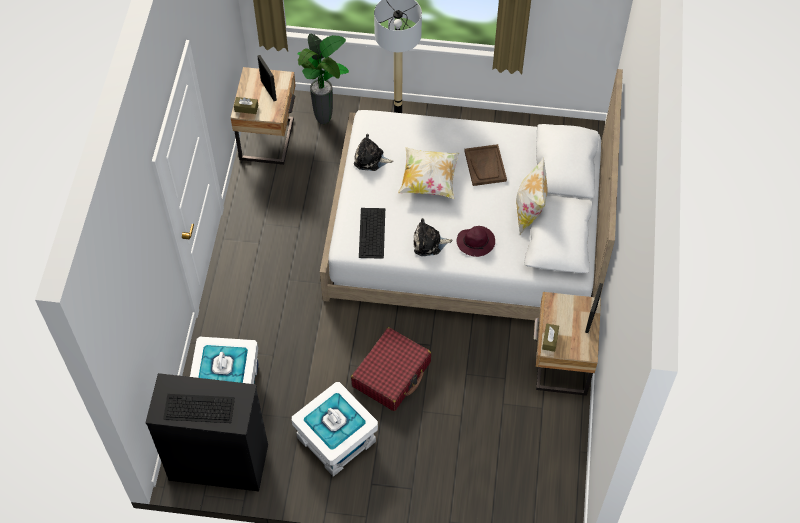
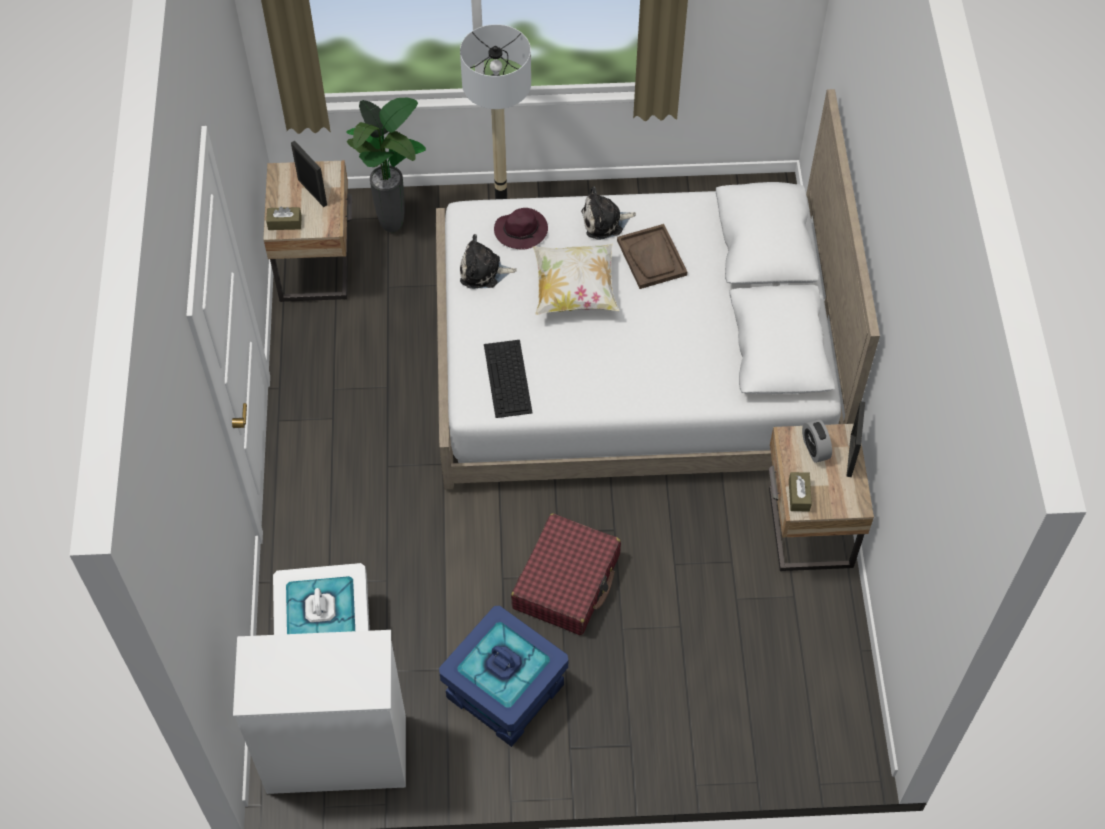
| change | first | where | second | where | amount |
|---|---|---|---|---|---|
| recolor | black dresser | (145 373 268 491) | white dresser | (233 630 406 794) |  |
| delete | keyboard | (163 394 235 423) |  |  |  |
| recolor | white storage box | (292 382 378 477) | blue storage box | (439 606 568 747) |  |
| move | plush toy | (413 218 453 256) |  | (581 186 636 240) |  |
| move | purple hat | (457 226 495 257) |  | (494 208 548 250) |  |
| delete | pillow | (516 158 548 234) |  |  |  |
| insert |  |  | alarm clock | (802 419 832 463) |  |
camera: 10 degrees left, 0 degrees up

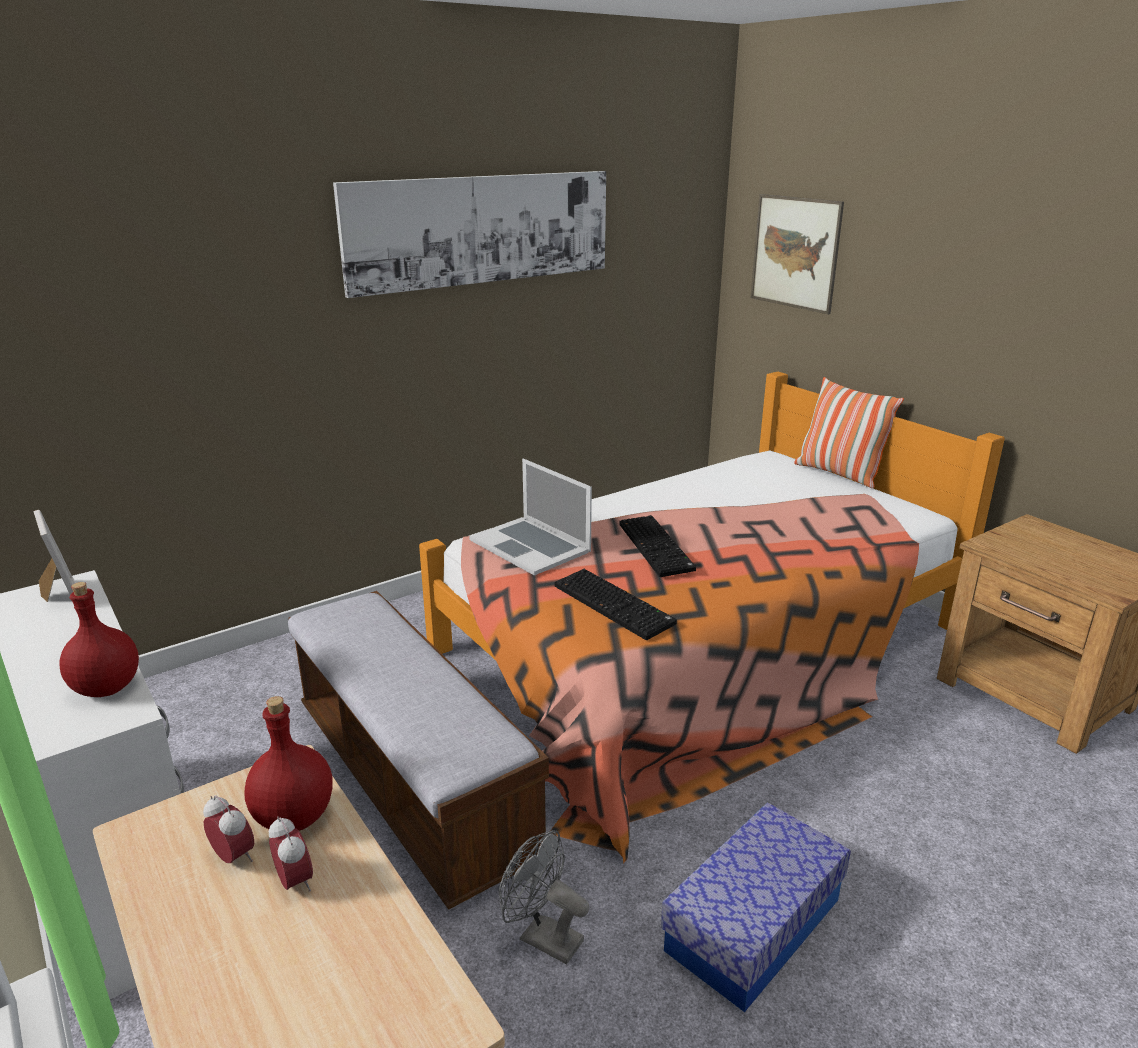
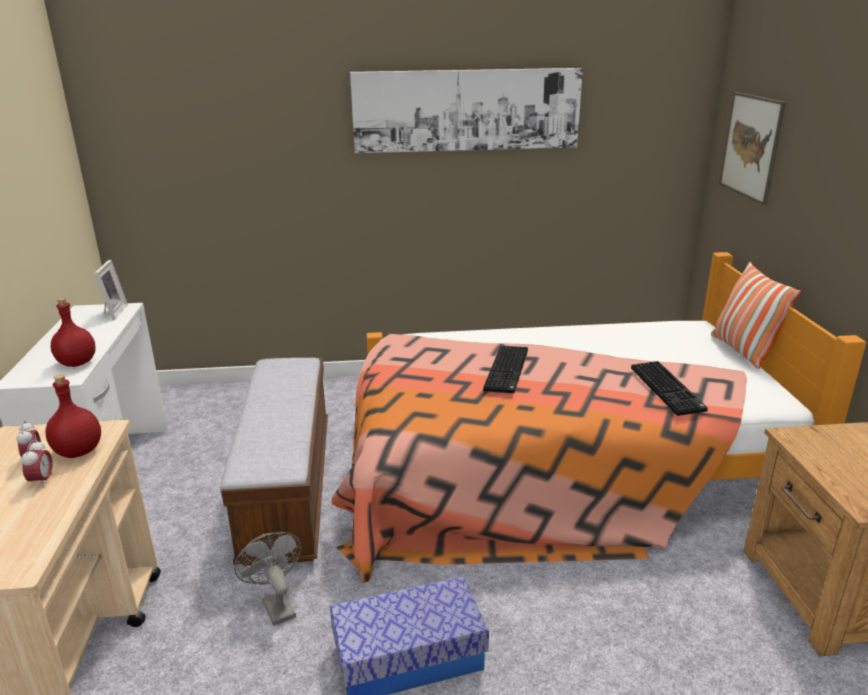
| change | first | where | second | where | amount |
|---|---|---|---|---|---|
| delete | laptop | (469 458 592 576) |  |  |  |
| move | keyboard | (554 569 677 640) |  | (631 361 708 416) |  |
camera: 30 degrees right, 0 degrees up

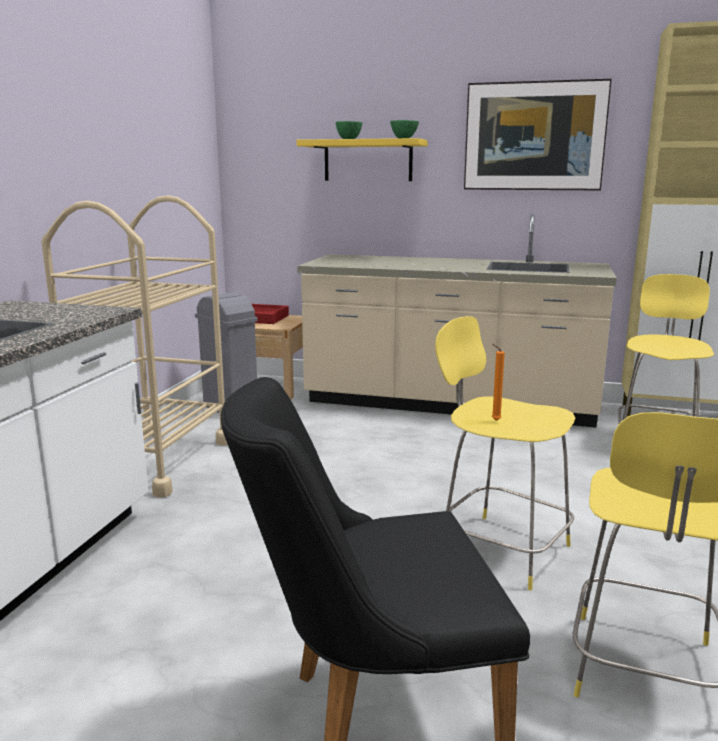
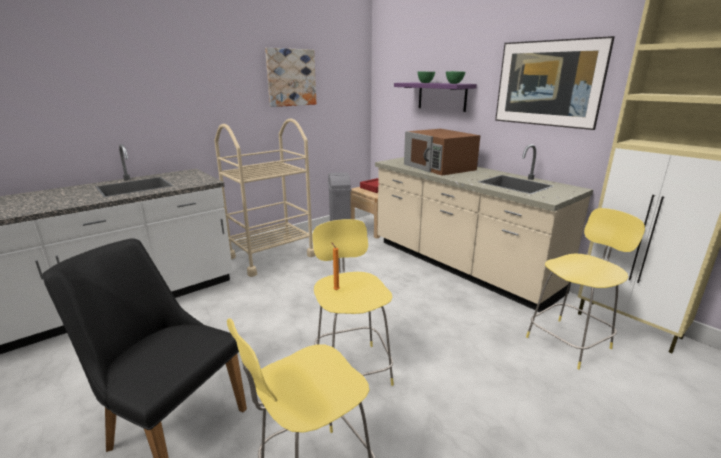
| change | first | where | second | where | amount |
|---|---|---|---|---|---|
| recolor | yellow shelf | (296 138 428 181) | purple shelf | (394 83 477 112) |  |
| insert |  |  | picture | (265 48 316 107) |  |
| insert |  |  | brown microwave | (404 129 481 176) |  |
camera: 35 degrees right, 5 degrees up

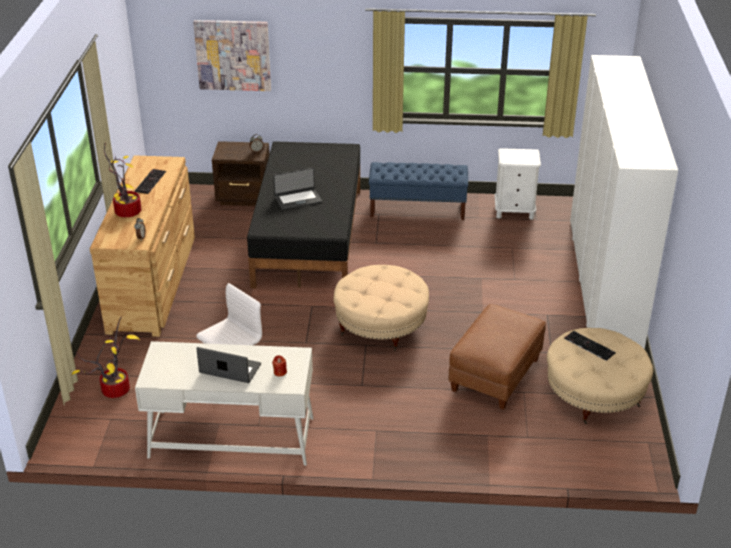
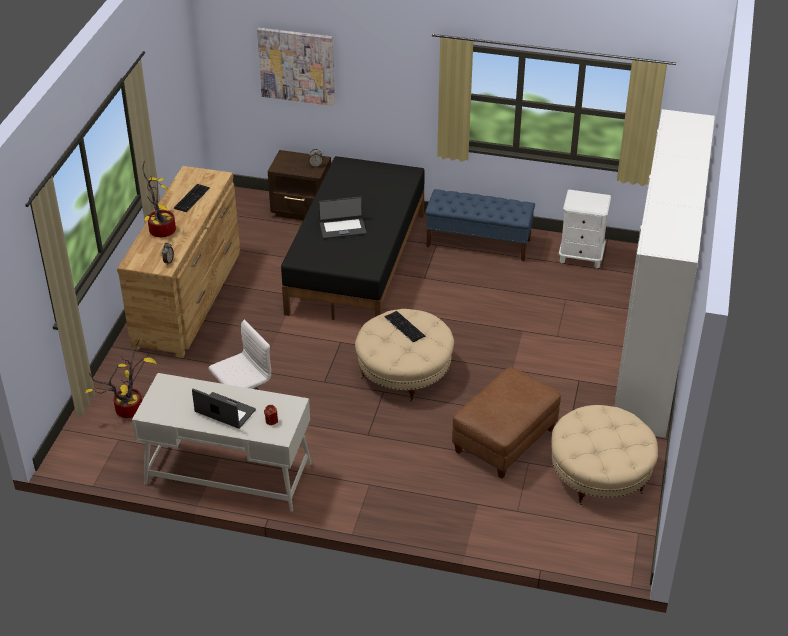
| change | first | where | second | where | amount |
|---|---|---|---|---|---|
| move | keyboard | (564 331 616 361) |  | (385 311 425 342) |  |
camera: 10 degrees right, 5 degrees up

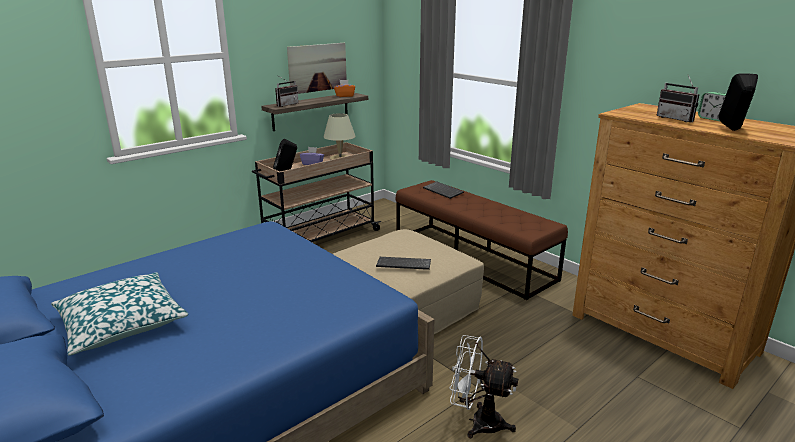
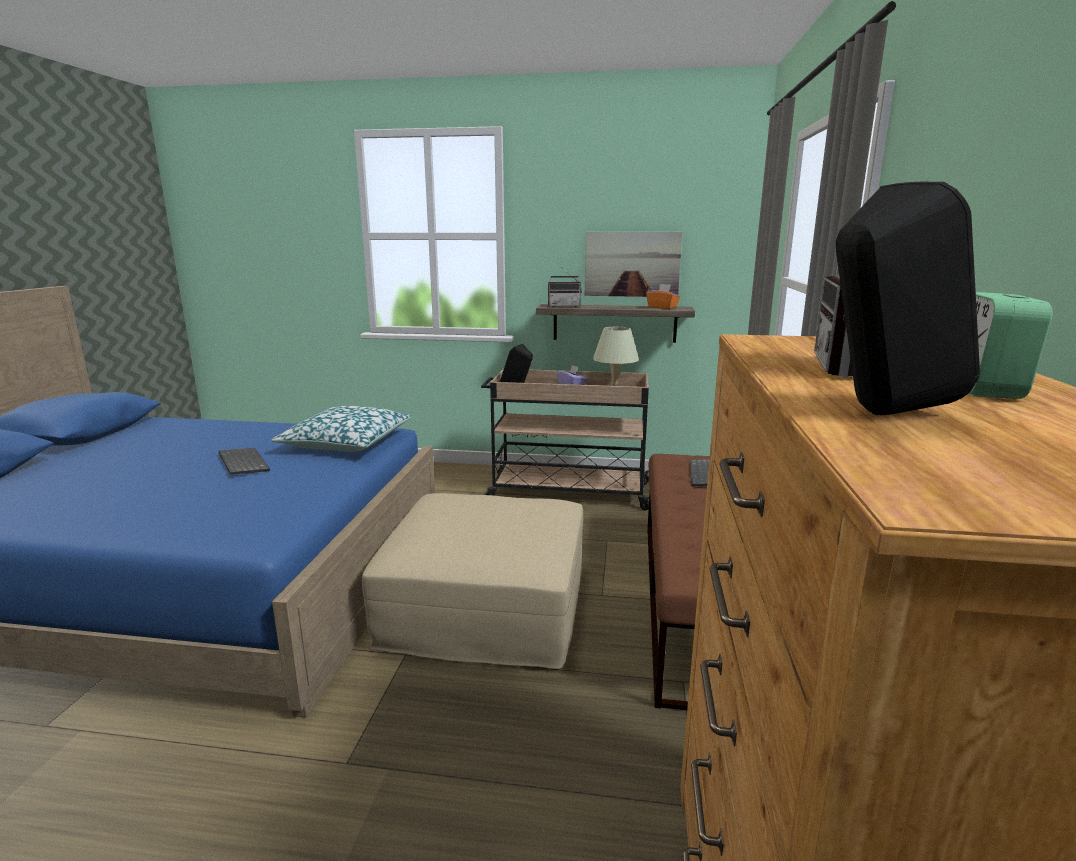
| change | first | where | second | where | amount |
|---|---|---|---|---|---|
| move | pillow | (51 272 188 355) |  | (271 406 412 452) |  |
| move | keyboard | (376 257 431 270) |  | (218 448 270 475) |  |
| delete | white fan | (449 335 518 438) |  |  |  |
camera: 50 degrees right, 5 degrees down

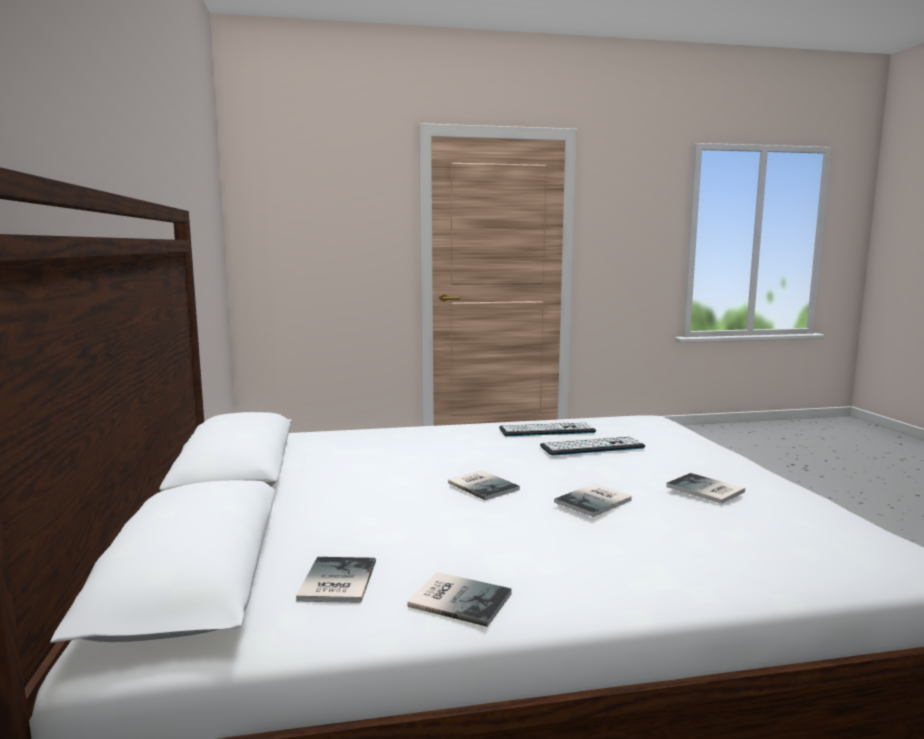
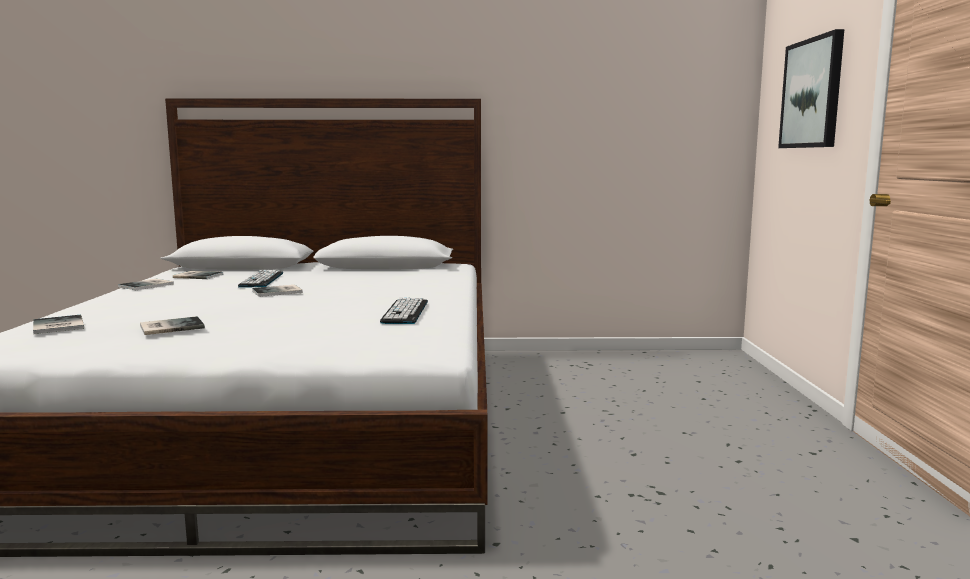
| change | first | where | second | where | amount |
|---|---|---|---|---|---|
| move | keyboard | (540 437 645 456) |  | (238 270 283 287) |  |
| move | book | (554 484 632 517) |  | (33 315 84 334) |  |
| insert |  |  | picture | (778 29 844 148) |  |
camera: 100 degrees right, 0 degrees up

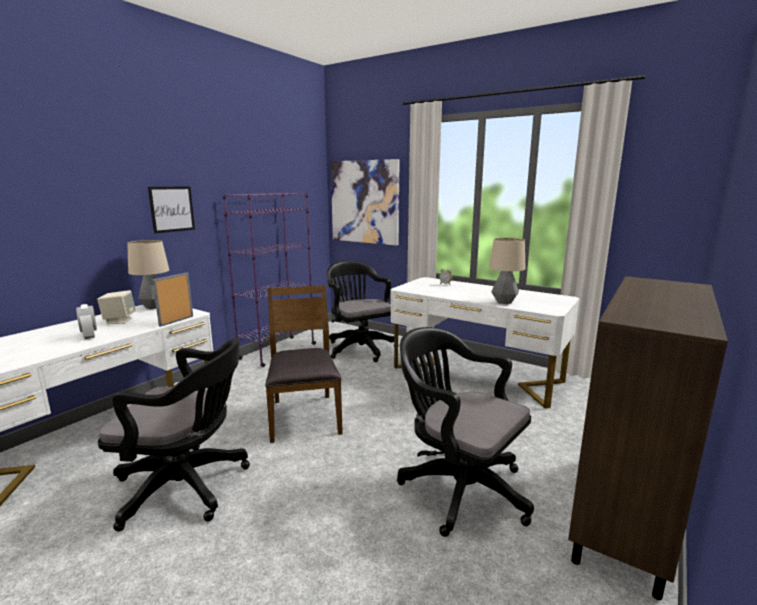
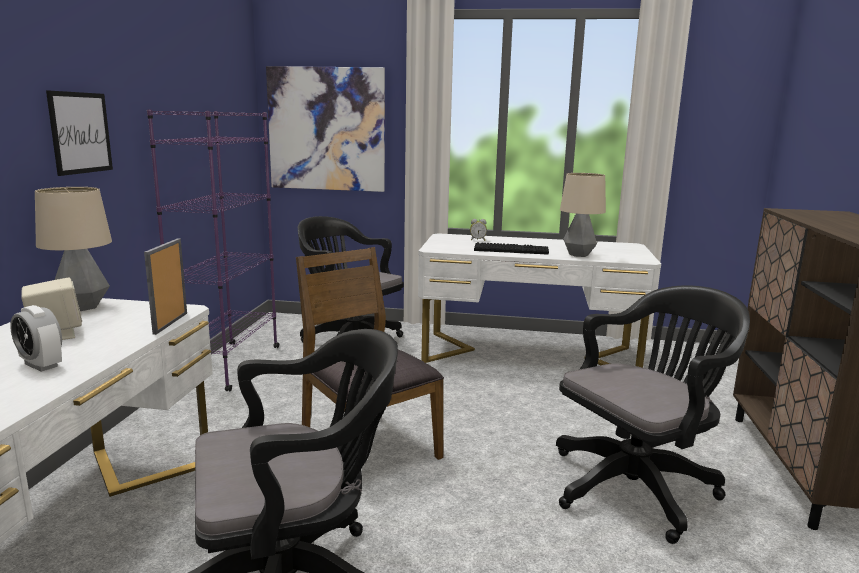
| change | first | where | second | where | amount |
|---|---|---|---|---|---|
| rotate | black office chair | (397 327 534 537) |  | (556 285 750 544) | 135 degrees clockwise |
| insert |  |  | keyboard | (474 242 549 255) |  |
camera: 25 degrees left, 0 degrees up

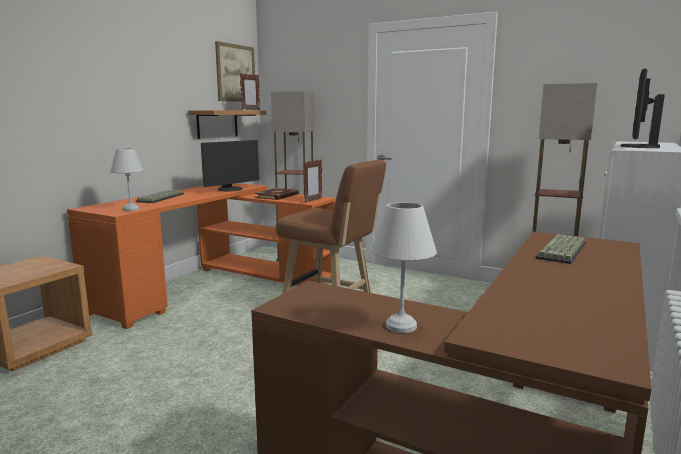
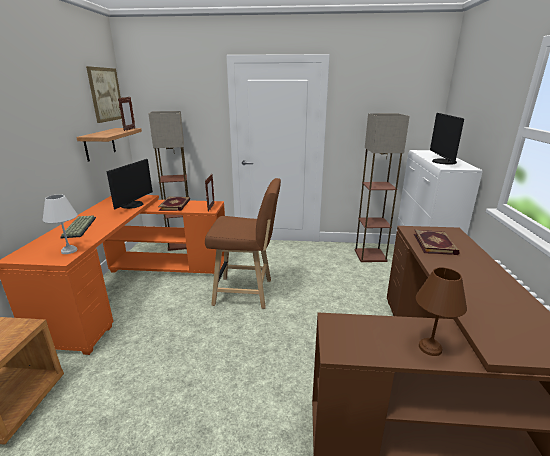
| change | first | where | second | where | amount |
|---|---|---|---|---|---|
| recolor | white table lamp | (371 202 437 333) | brown table lamp | (416 267 467 356) |  |
| replace | keyboard | (536 234 586 264) | book | (414 230 460 255) |  |
camera: 25 degrees left, 10 degrees up

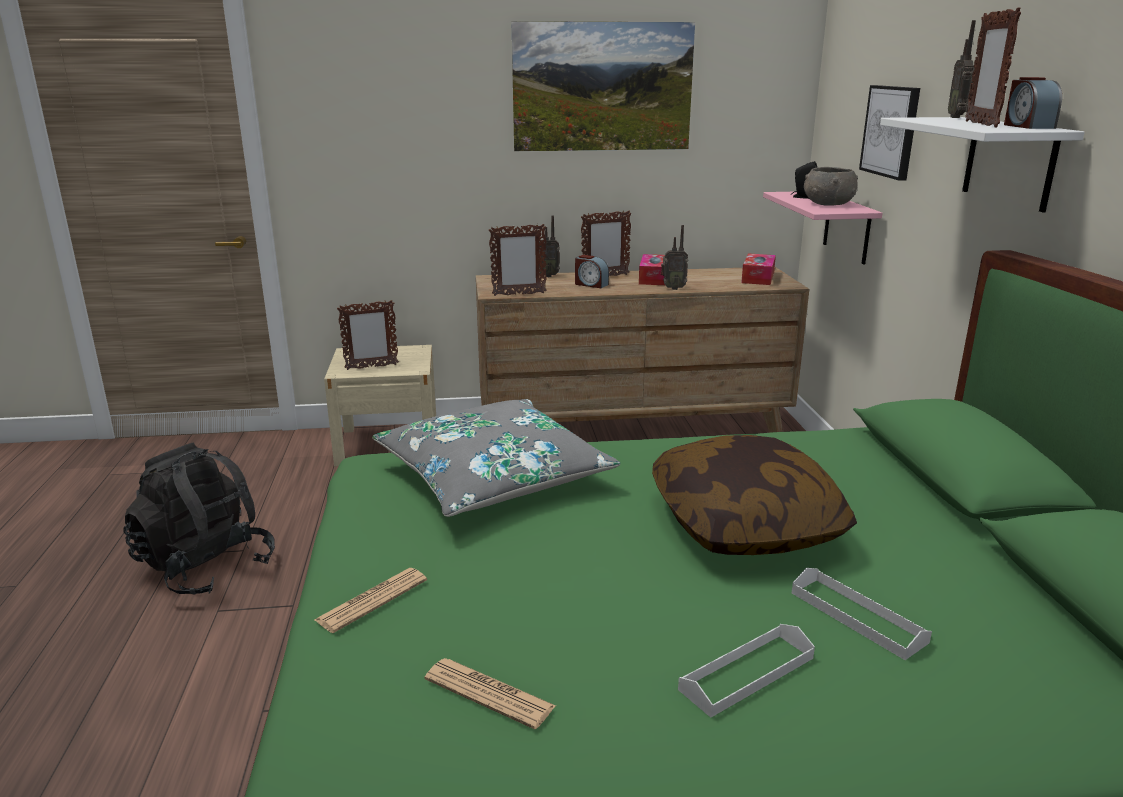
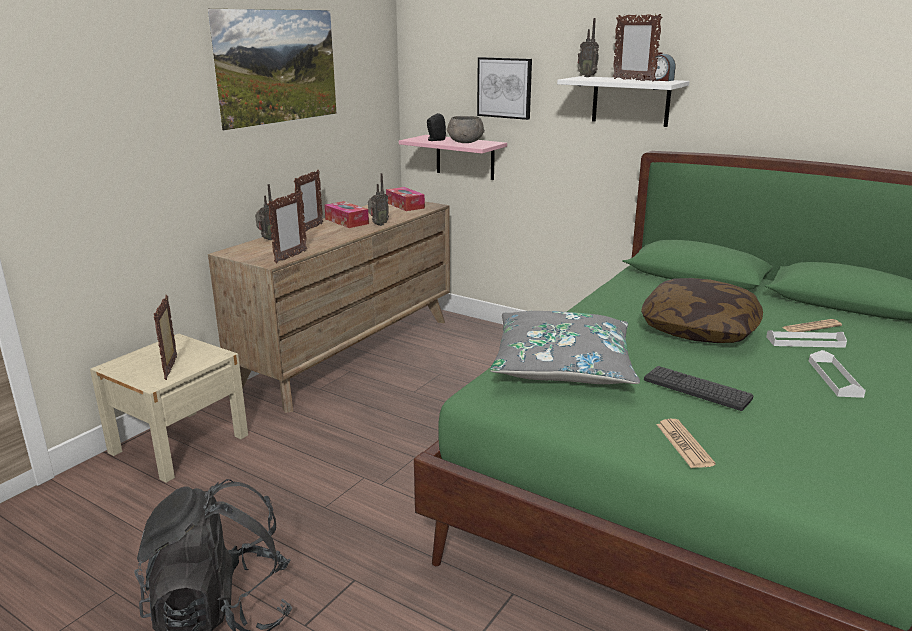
| change | first | where | second | where | amount |
|---|---|---|---|---|---|
| rotate | picture frame | (337 300 399 370) |  | (154 295 177 380) | 150 degrees clockwise |
| move | newspaper | (425 658 556 729) |  | (782 319 842 332) |  |
| delete | alarm clock | (575 255 609 288) |  |  |  |
| insert |  |  | keyboard | (644 366 754 411) |  |
camera: 50 degrees left, 0 degrees up

